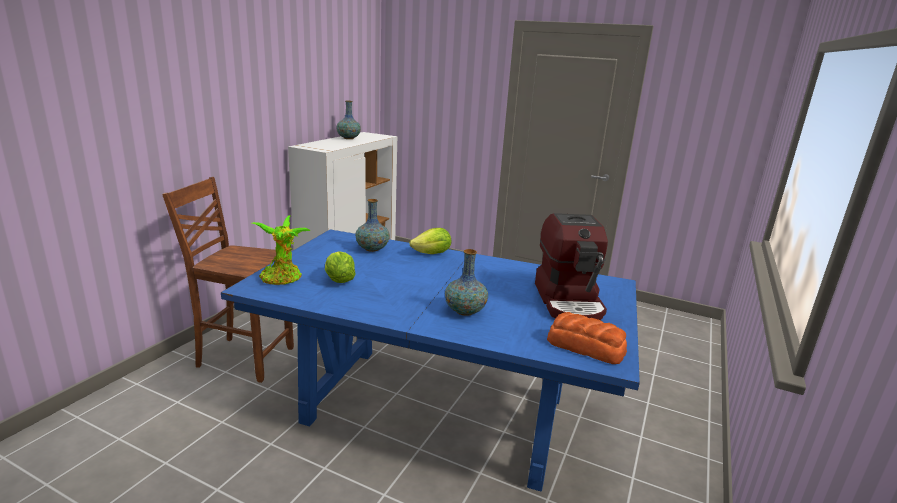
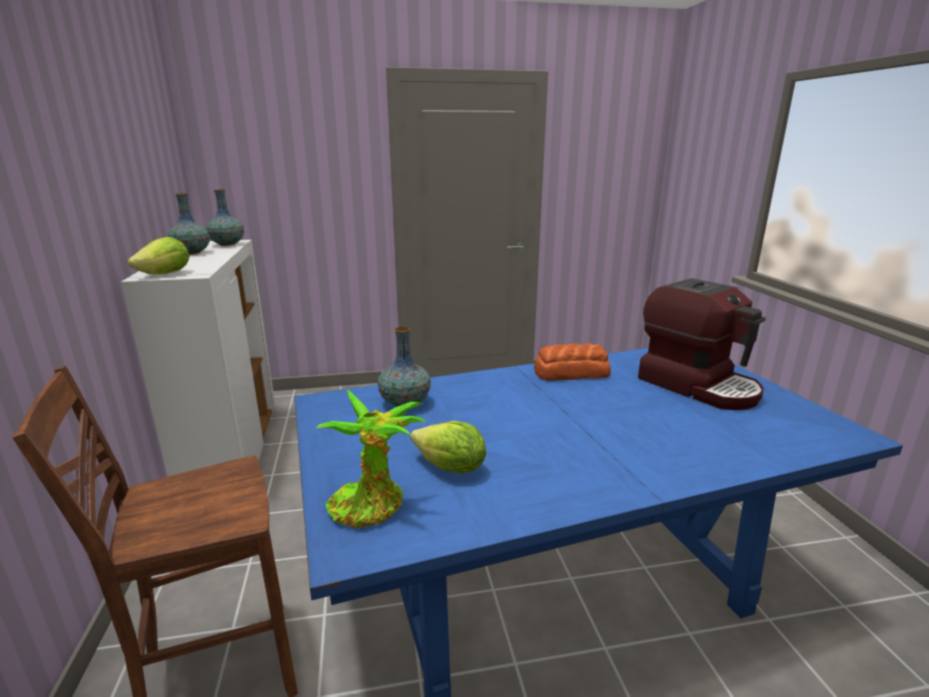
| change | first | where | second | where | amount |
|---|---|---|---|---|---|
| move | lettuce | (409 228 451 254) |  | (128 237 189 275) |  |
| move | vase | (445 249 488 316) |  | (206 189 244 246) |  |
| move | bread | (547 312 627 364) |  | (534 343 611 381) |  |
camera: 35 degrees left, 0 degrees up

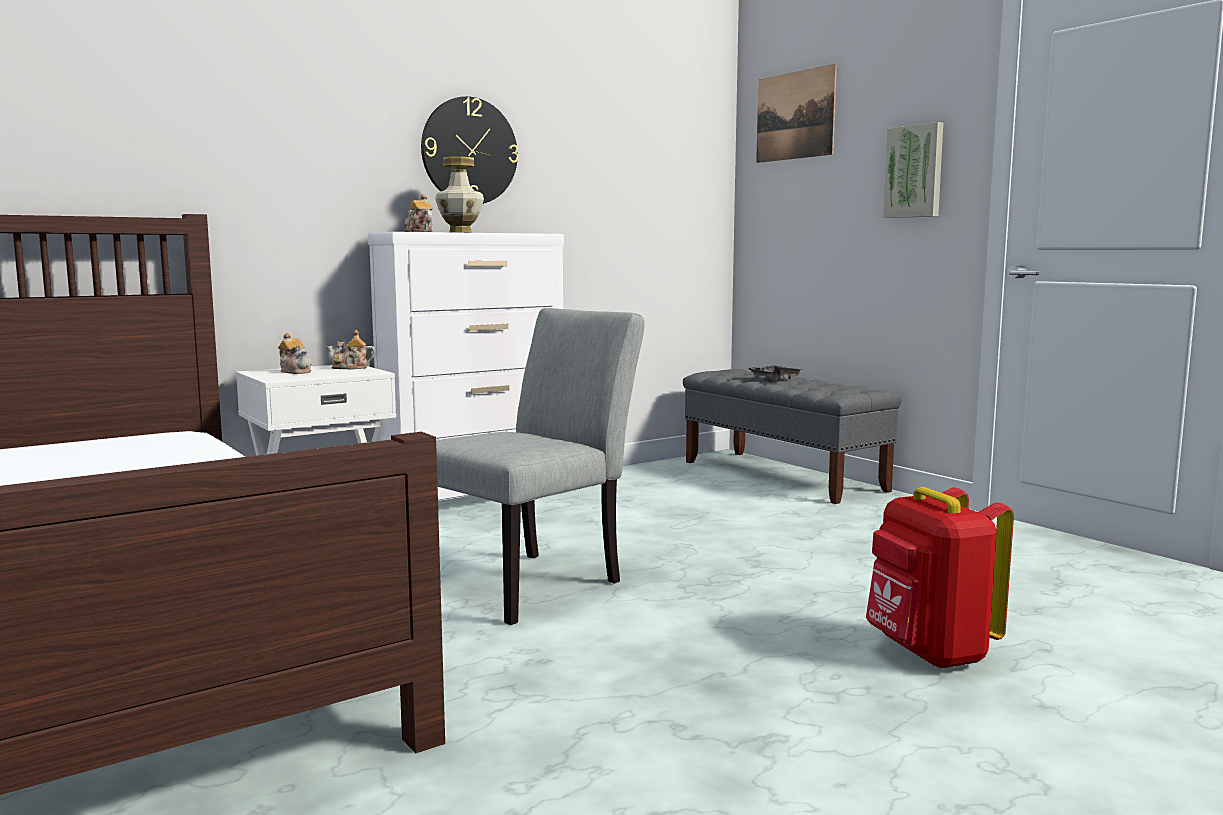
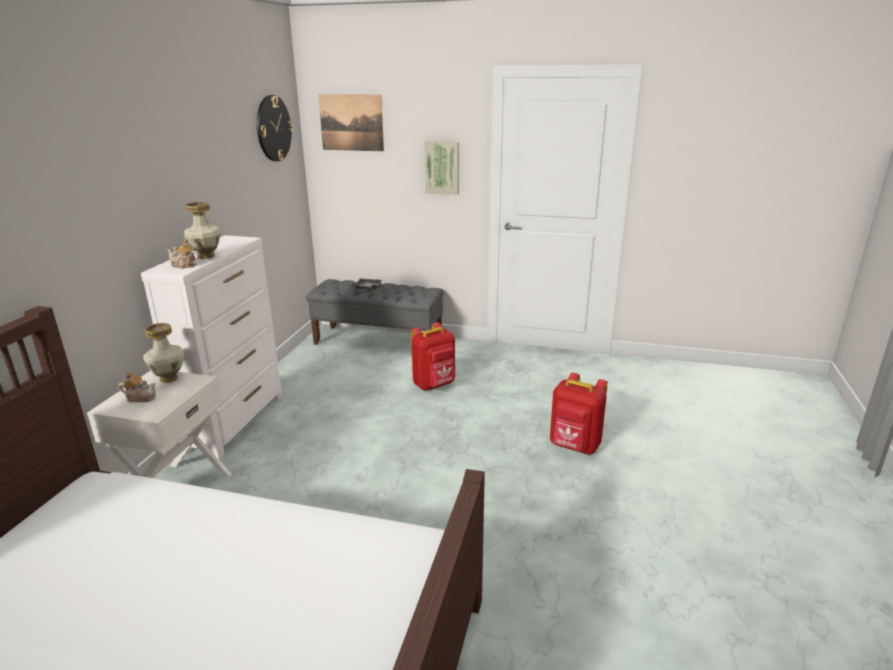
| change | first | where | second | where | amount |
|---|---|---|---|---|---|
| replace | teapot | (326 330 376 370) | vase | (143 323 184 383) |  |
| move | wall clock | (421 96 519 204) |  | (257 95 293 161) |  |
| delete | grey chair | (436 308 645 625) |  |  |  |
| insert |  |  | red backpack | (411 322 455 391) |  |
camera: 40 degrees left, 15 degrees up

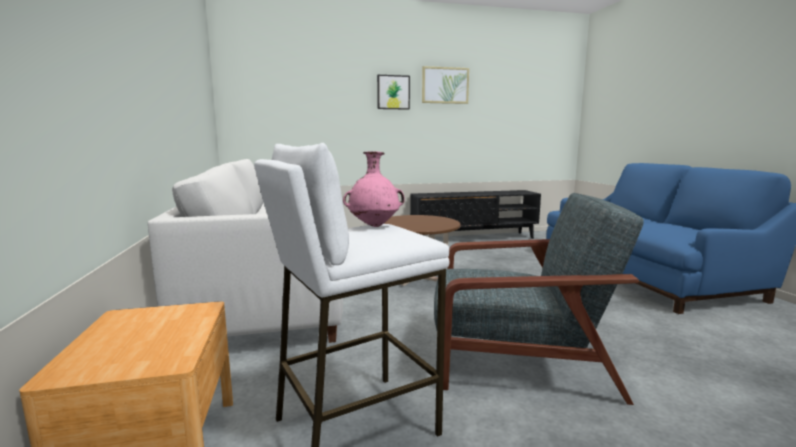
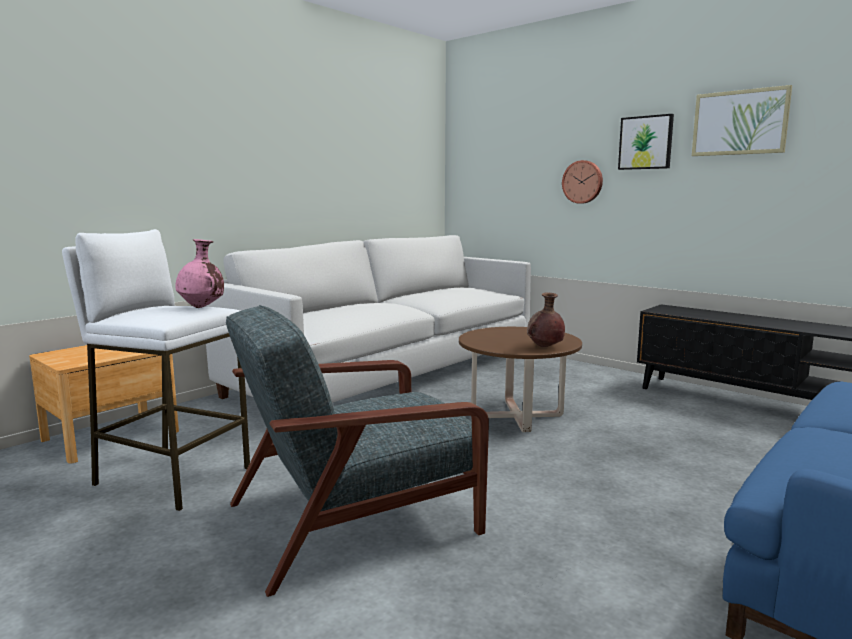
| change | first | where | second | where | amount |
|---|---|---|---|---|---|
| rotate | grey armchair | (434 193 644 405) |  | (226 305 489 597) | 90 degrees clockwise |
| insert |  |  | brown vase | (527 292 565 347) |  |
| insert |  |  | wall clock | (562 160 603 204) |  |
camera: 55 degrees right, 0 degrees up

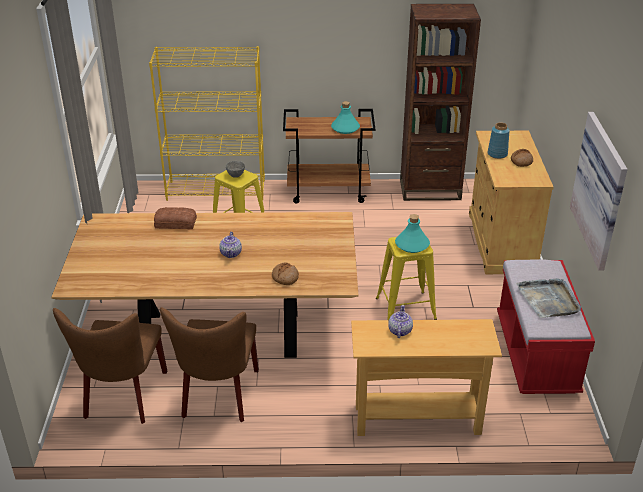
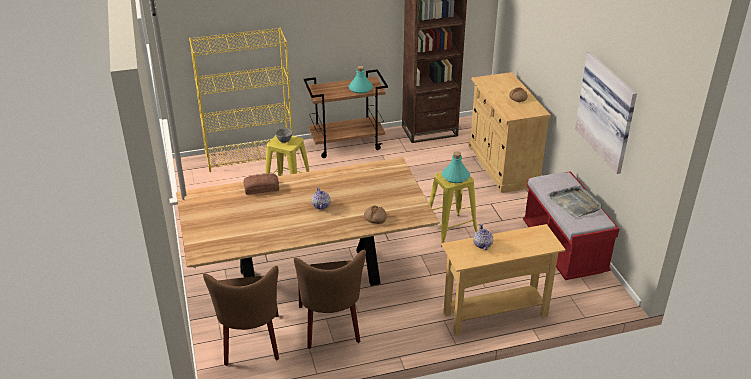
| change | first | where | second | where | amount |
|---|---|---|---|---|---|
| delete | blue vase | (488 122 510 159) |  |  |  |
camera: 15 degrees left, 0 degrees up

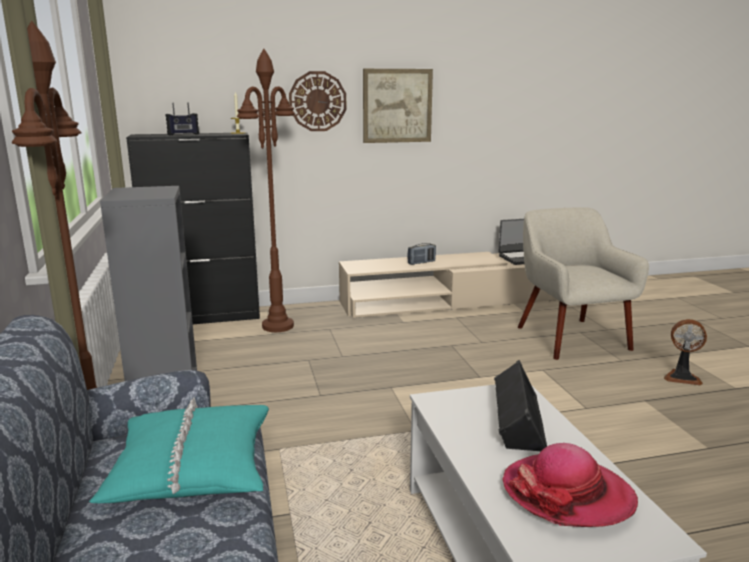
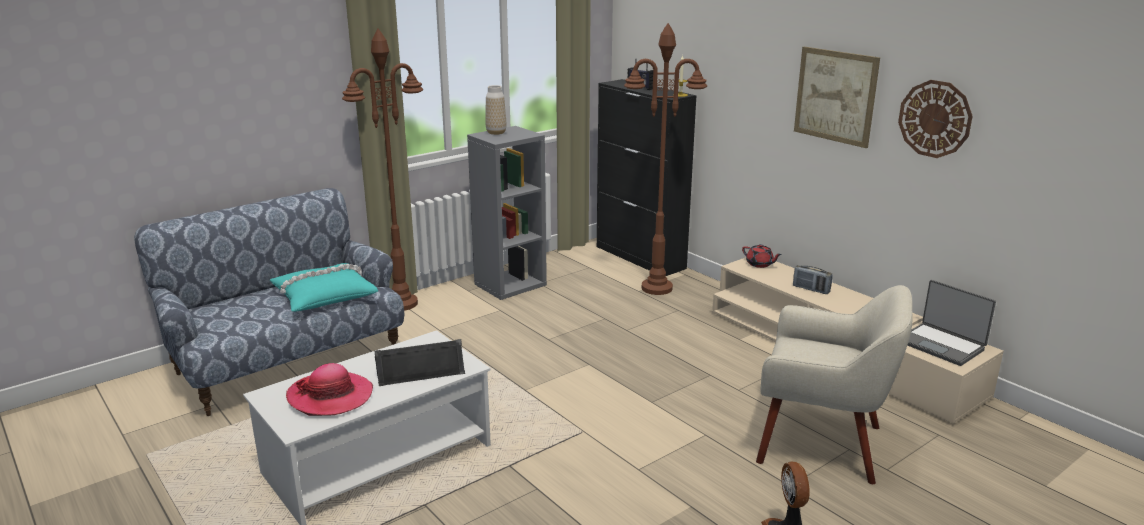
| change | first | where | second | where | amount |
|---|---|---|---|---|---|
| move | wall clock | (289 71 346 131) |  | (898 80 973 158) |  |
| rotate | beige armchair | (517 207 649 360) |  | (756 285 913 484) | 60 degrees clockwise |
| insert |  |  | vase | (485 85 506 135) |  |
| insert |  |  | red teapot | (742 244 782 268) |  |
camera: 65 degrees right, 5 degrees up

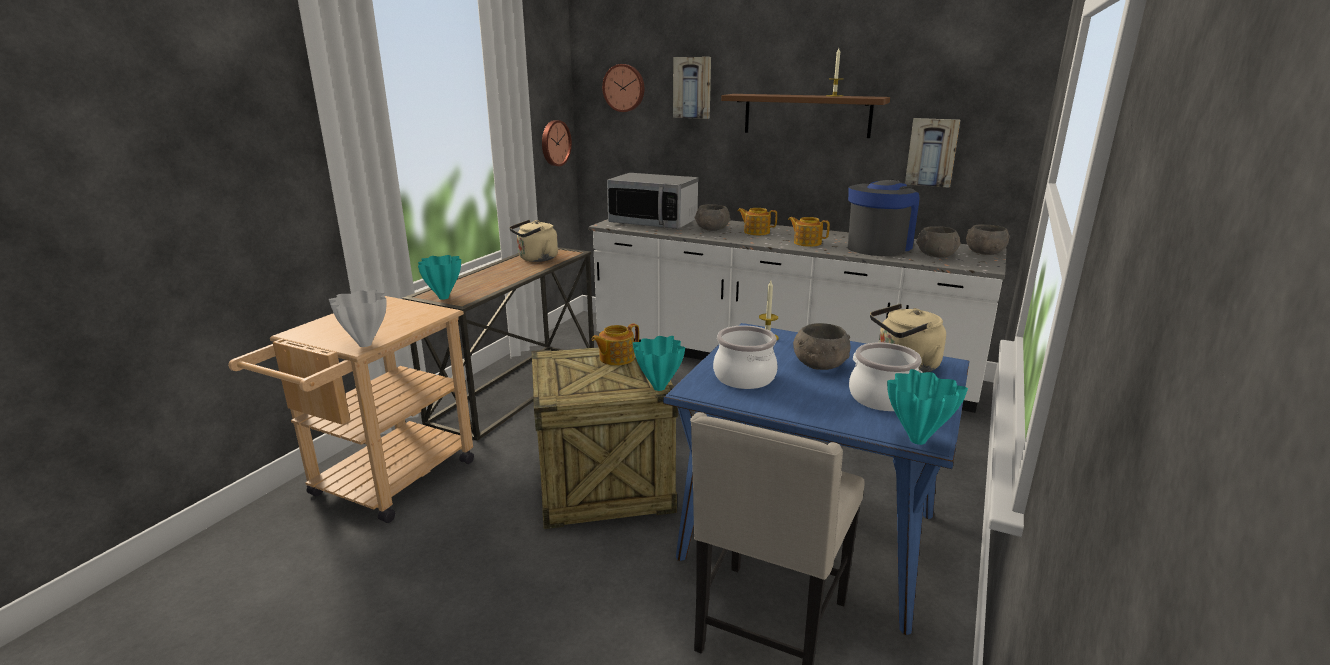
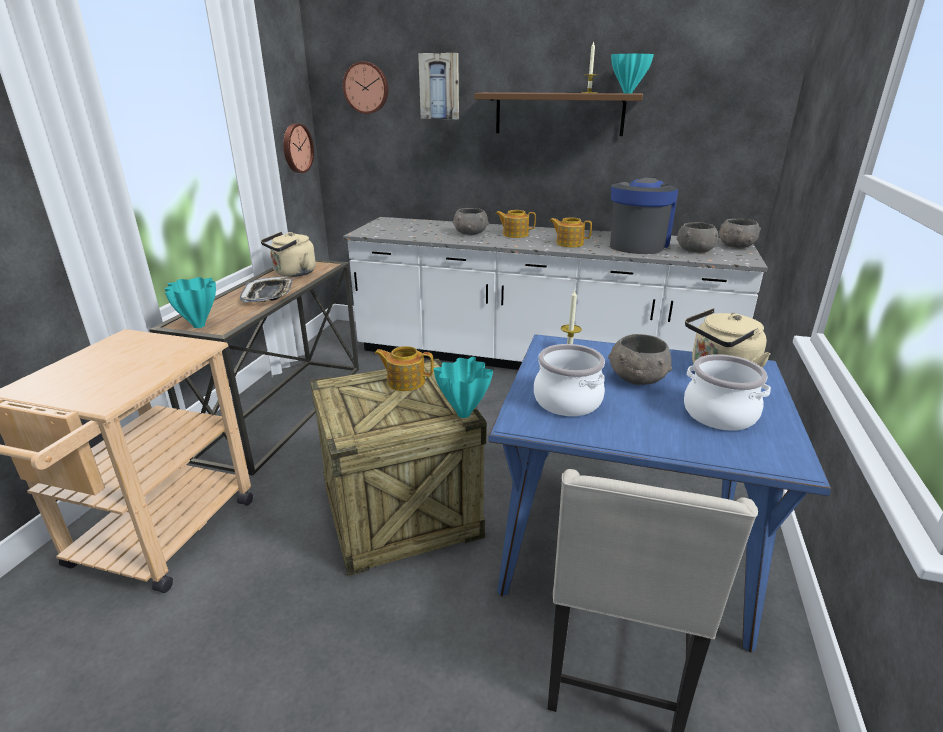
| change | first | where | second | where | amount |
|---|---|---|---|---|---|
| delete | white vase | (329 290 386 347) |  |  |  |
| rotate | teapot | (591 323 639 366) |  | (374 346 434 391) | 60 degrees clockwise |
| delete | microwave | (607 173 698 229) |  |  |  |
| move | turquoise vase | (887 369 968 445) |  | (611 53 654 94) |  |
| delete | picture | (905 118 960 188) |  |  |  |
| insert |  |  | tray | (240 277 293 302) |  |
camera: 10 degrees left, 5 degrees up

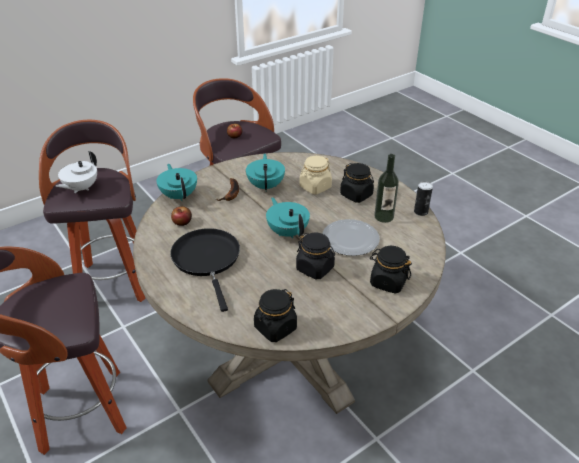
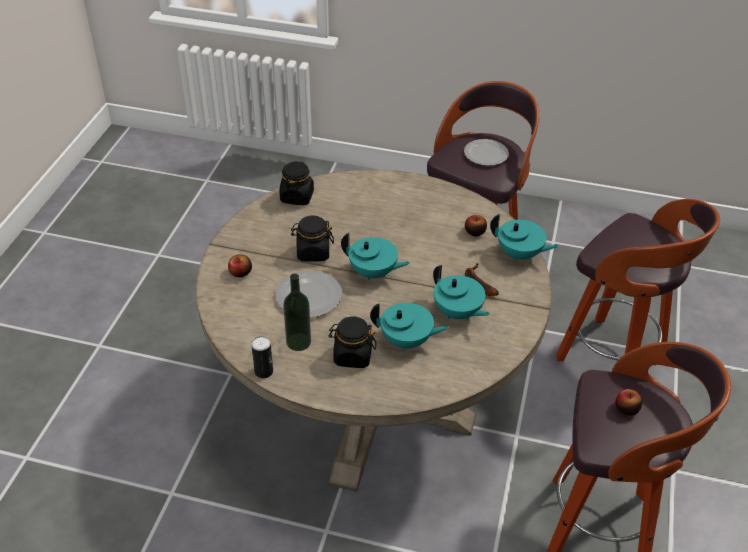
| change | first | where | second | where | amount |
|---|---|---|---|---|---|
| delete | white teapot | (56 151 97 193) |  |  |  |
| delete | black frying pan | (170 228 240 312) |  |  |  |
| replace | beige jar | (300 156 332 194) | turquoise teapot | (370 303 449 351) |  |
| replace | black jar | (370 246 412 294) | apple | (228 254 252 277) |  |
| insert |  |  | plate | (464 139 509 166) |  |
camera: 140 degrees right, 5 degrees up

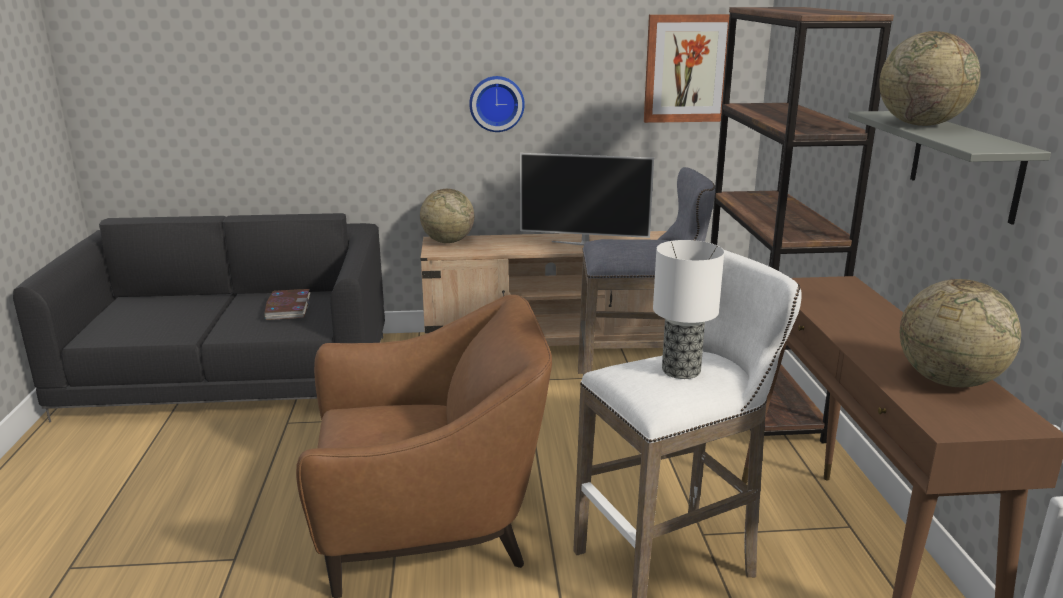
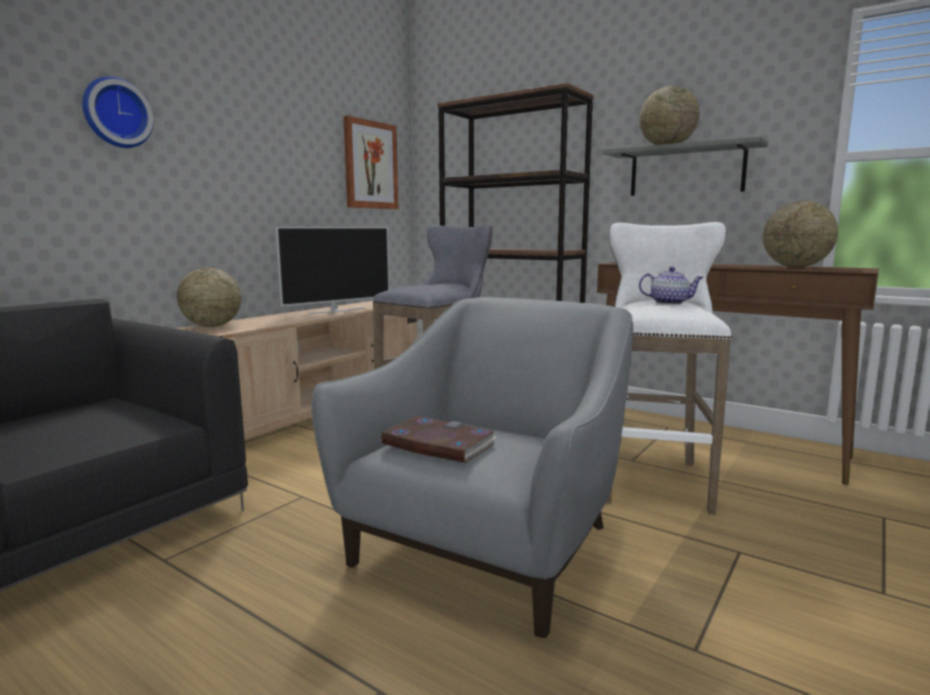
| change | first | where | second | where | amount |
|---|---|---|---|---|---|
| move | book | (264 289 310 320) |  | (381 416 497 463) |  |
| recolor | brown armchair | (296 295 552 598) | grey armchair | (312 297 633 638) |  |
| move | wall clock | (469 76 525 132) |  | (82 76 153 148) |  |
| replace | table lamp | (653 240 724 379) | teapot | (639 267 704 305) |  |
camera: 50 degrees left, 10 degrees down

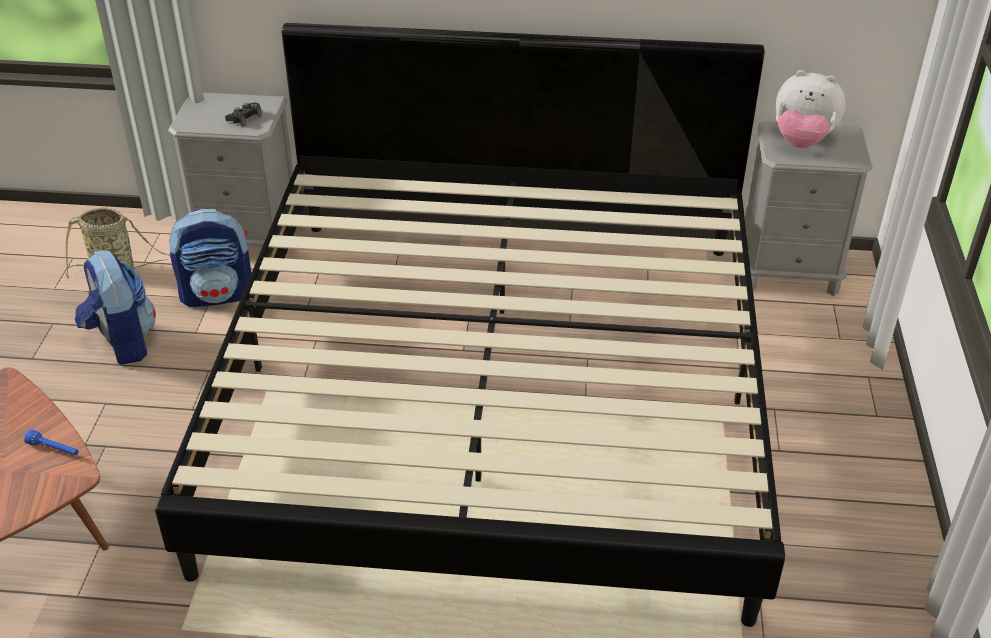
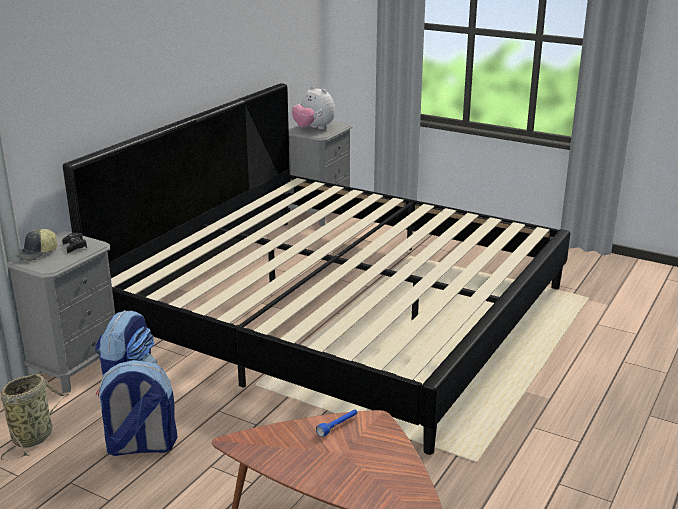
| change | first | where | second | where | amount |
|---|---|---|---|---|---|
| rotate | plush toy | (776 70 846 148) |  | (292 86 335 130) | 90 degrees clockwise |
| insert |  |  | cap | (16 229 57 261) |  |
camera: 65 degrees left, 15 degrees down

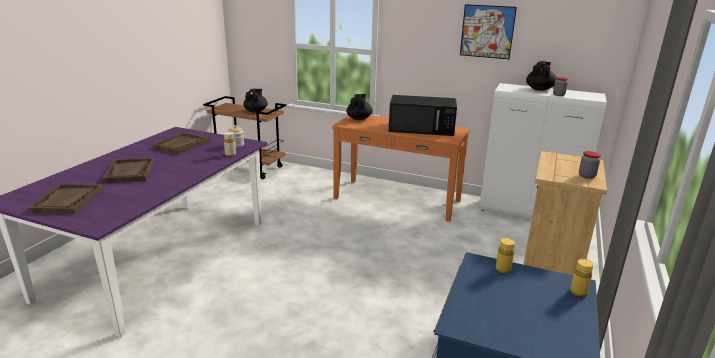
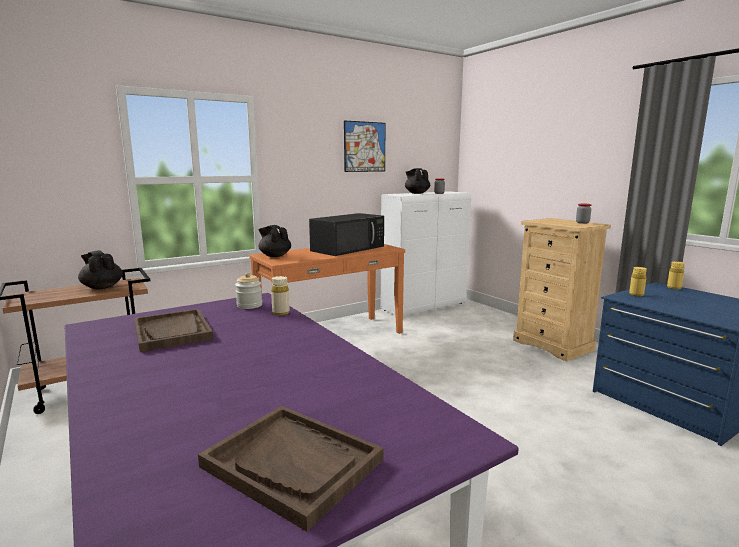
| change | first | where | second | where | amount |
|---|---|---|---|---|---|
| delete | brown tray | (102 158 154 183) |  |  |  |
camera: 55 degrees left, 10 degrees down

